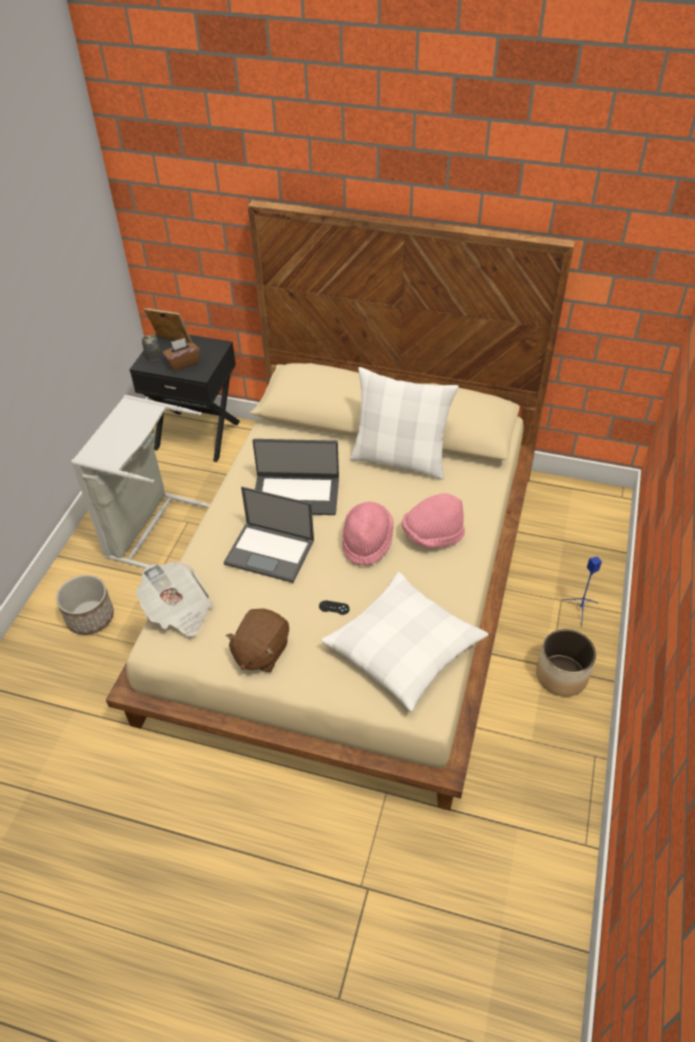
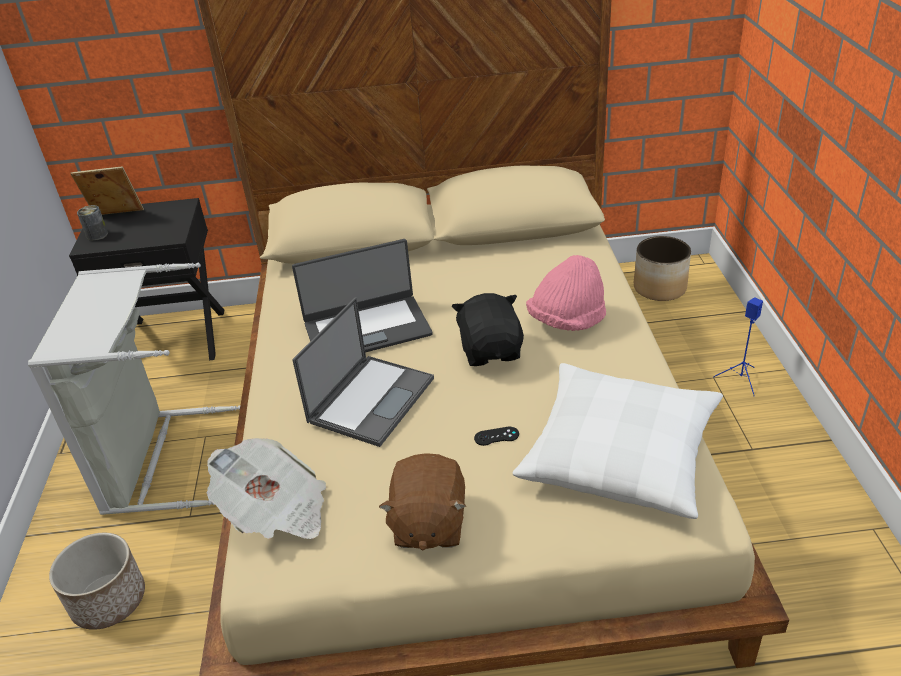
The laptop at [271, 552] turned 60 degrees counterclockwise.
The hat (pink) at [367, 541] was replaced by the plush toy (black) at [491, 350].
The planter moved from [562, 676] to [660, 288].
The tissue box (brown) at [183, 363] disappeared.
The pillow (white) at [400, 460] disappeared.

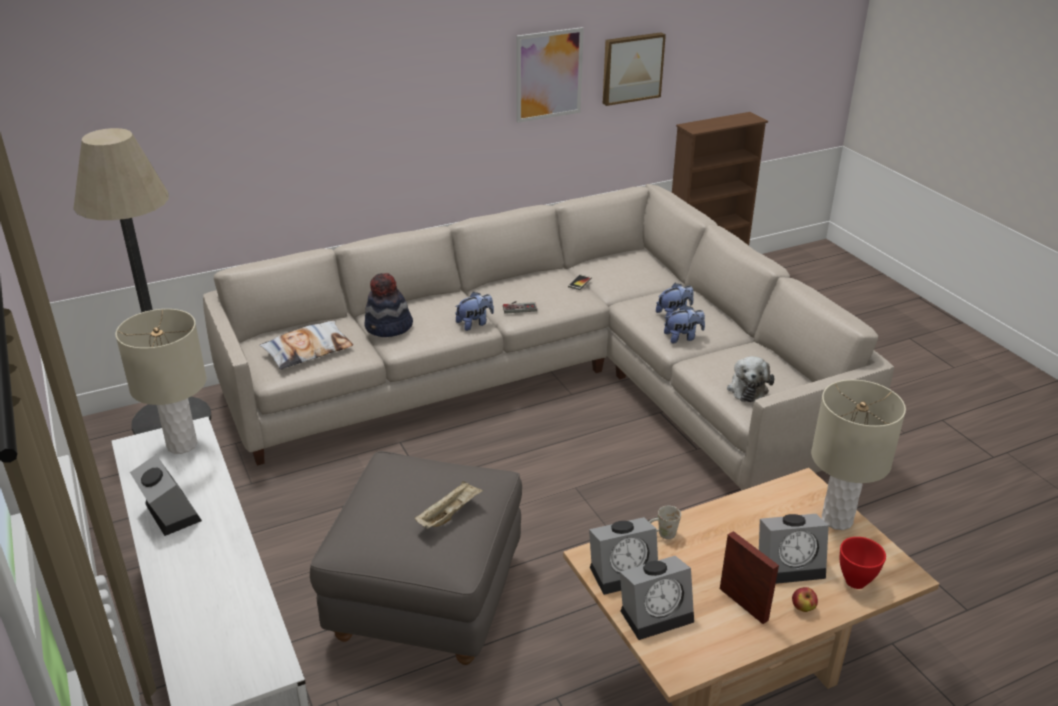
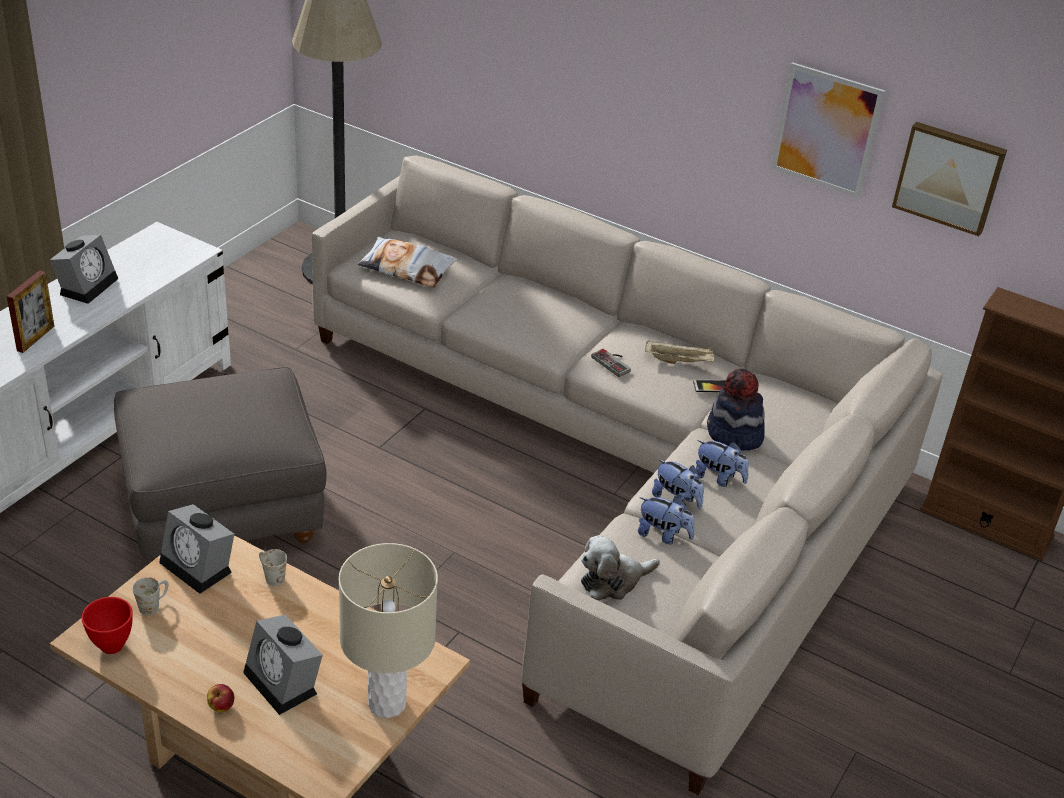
The picture frame moved from [743, 604] to [35, 338].
The bowl (red) moved from [856, 582] to [111, 646].
The alarm clock at [657, 613] was replaced by the mug (white) at [154, 605].
The plush toy moved from [475, 323] to [663, 535].
The tray (beige) moved from [449, 514] to [679, 361].
The hat moved from [388, 327] to [734, 434].
The table lamp (beige) at [181, 445] disappeared.

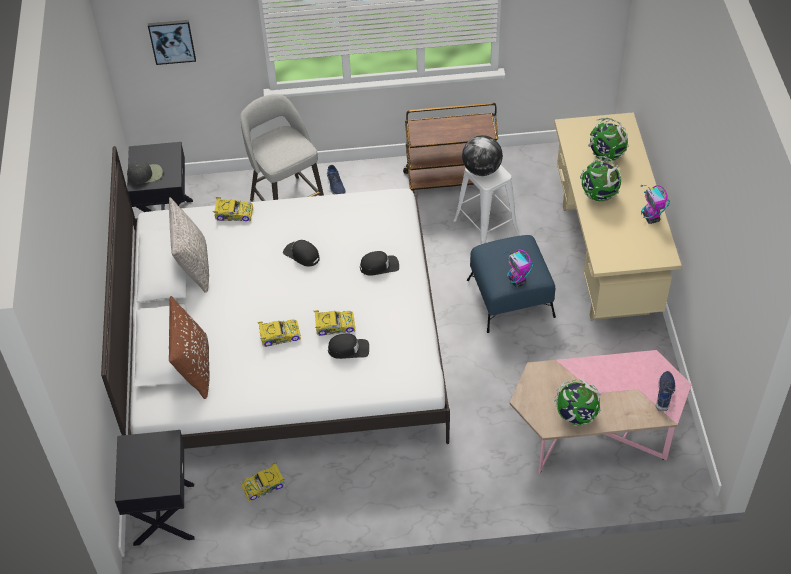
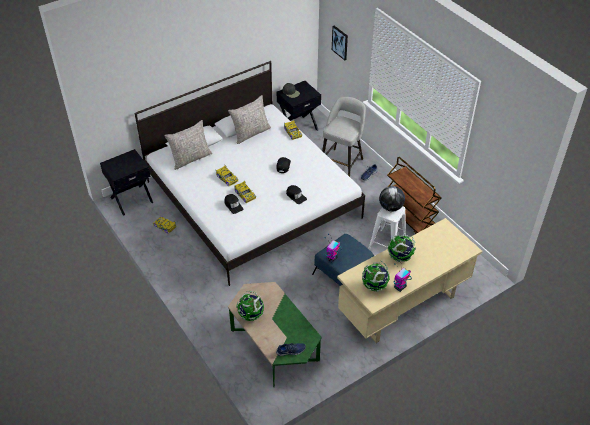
The pillow (brown) at [194, 367] became the pillow (grey) at [190, 158].
The coffee table (pink) at [594, 431] became the coffee table (green) at [274, 346].
The globe moved from [606, 155] to [374, 286].

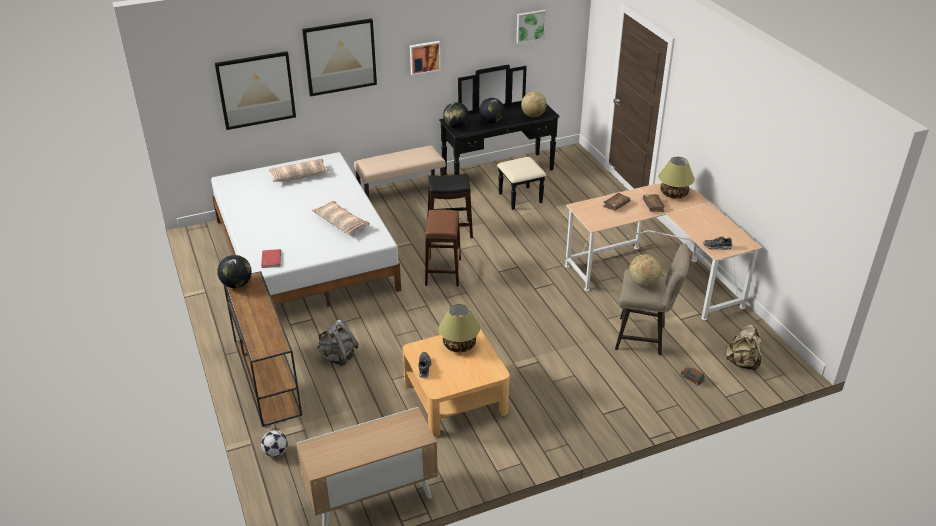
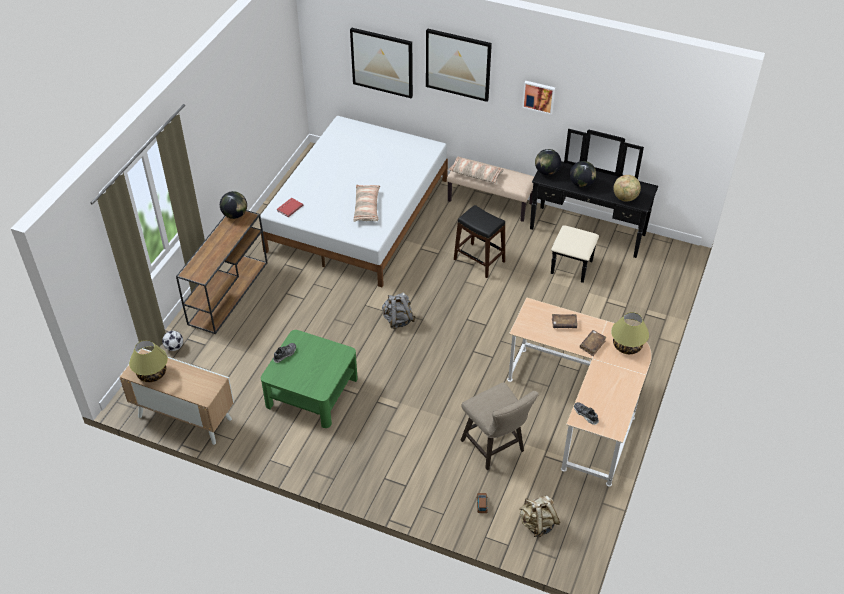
The table lamp moved from [459, 345] to [152, 373].
The coffee table (beige) at [455, 398] became the coffee table (green) at [311, 392].
The backpack (grey) moved from [338, 357] to [398, 320].
The pillow moved from [299, 175] to [475, 174].
The stool (brown) at [443, 272] disappeared.
The picture at [530, 26] disappeared.
The globe at [643, 283] disappeared.

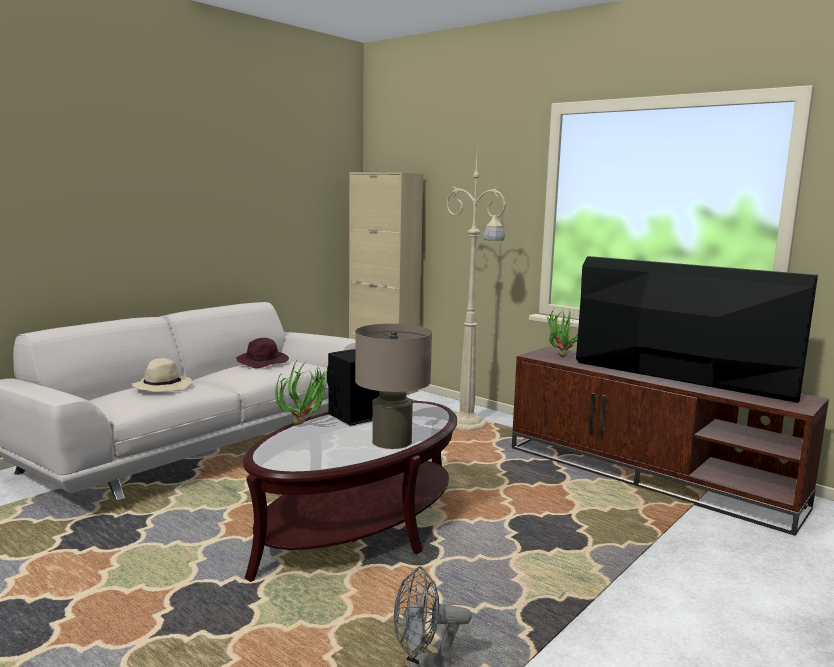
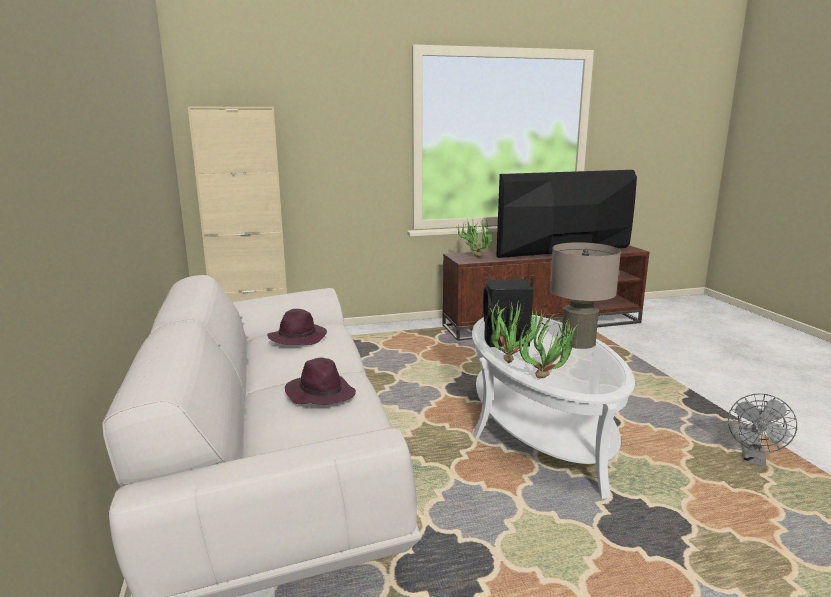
The hat (beige) at [162, 386] became the hat (purple) at [320, 394].
The coffee table (brown) at [359, 526] became the coffee table (white) at [539, 428].
The potted plant at [549, 379] appeared.
The floor lamp (beige) at [468, 425] disappeared.

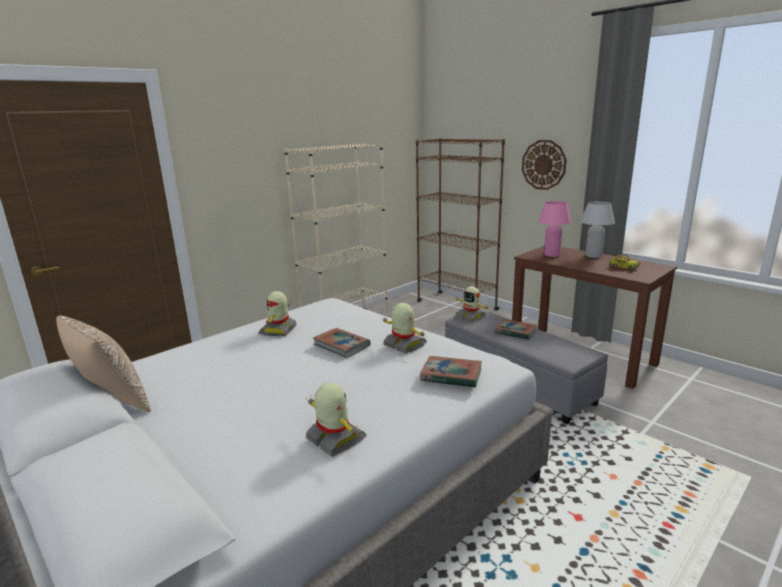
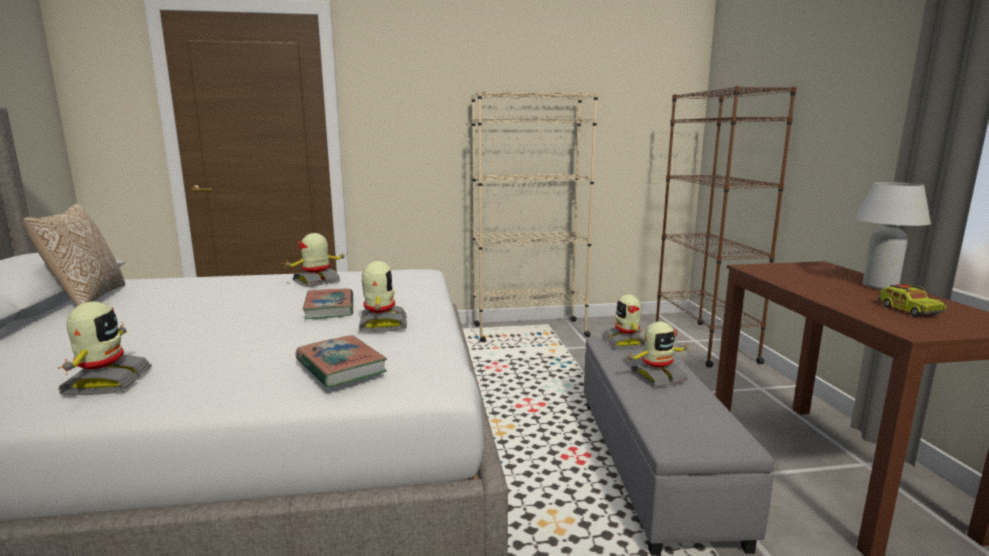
The book at [515, 332] was replaced by the toy robot at [657, 377].
The wall clock at [543, 165] disappeared.
The table lamp (pink) at [551, 255] disappeared.

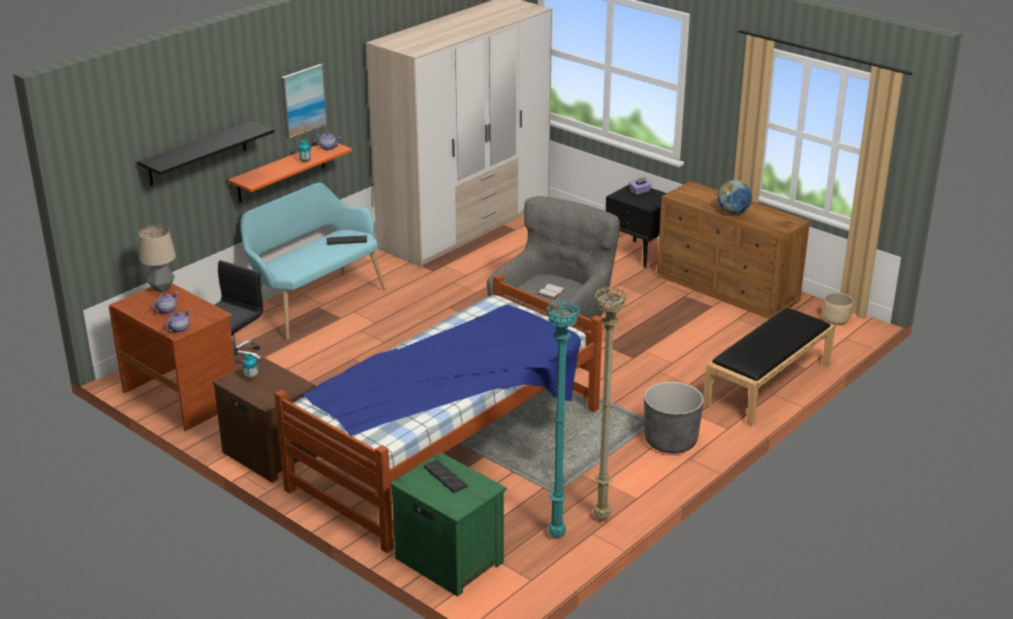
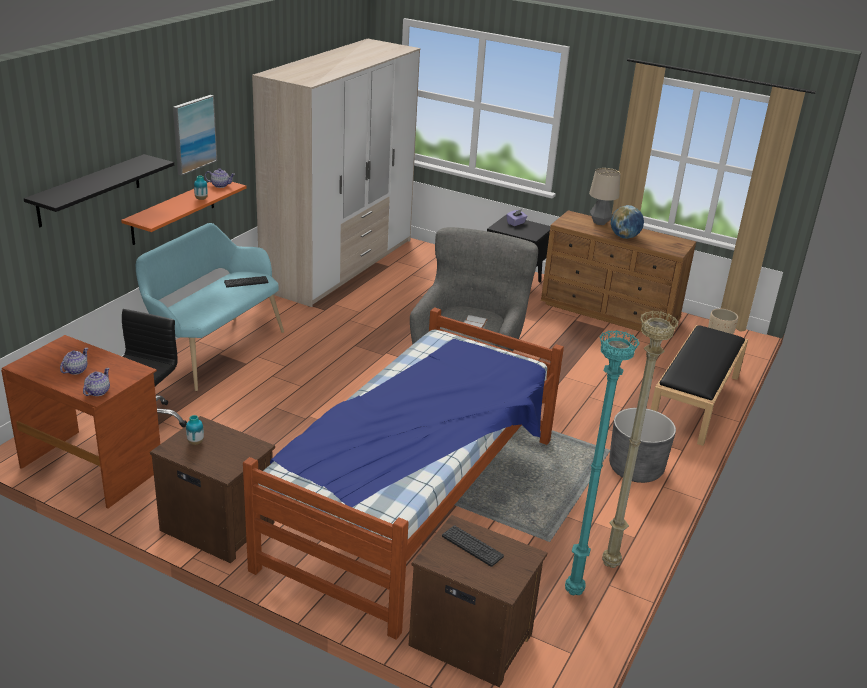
The nightstand (green) at [449, 559] became the nightstand (brown) at [470, 638].
The table lamp moved from [161, 288] to [599, 223].

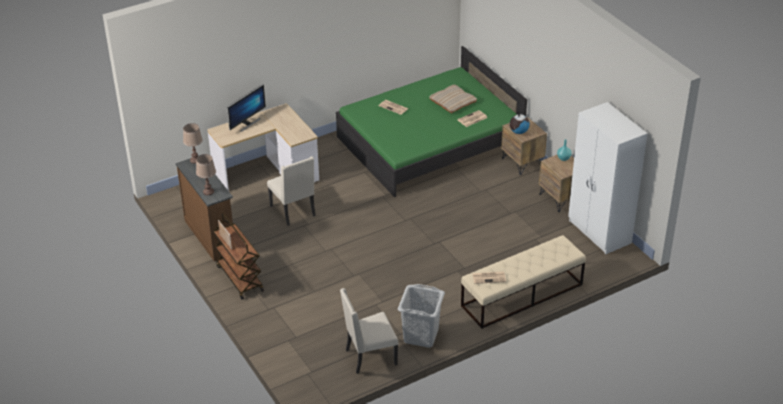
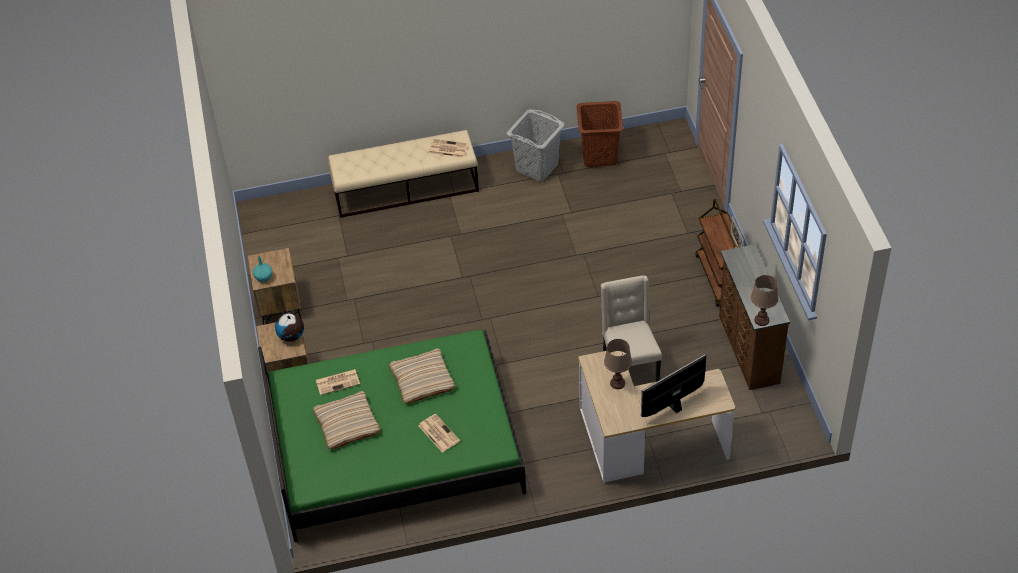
The pillow (beige) at [422, 379] appeared.
The chair (beige) at [369, 357] was replaced by the laundry basket (brown) at [600, 156].
The table lamp (brown) moved from [208, 192] to [617, 383].
The wardrobe (white) at [599, 232] disappeared.

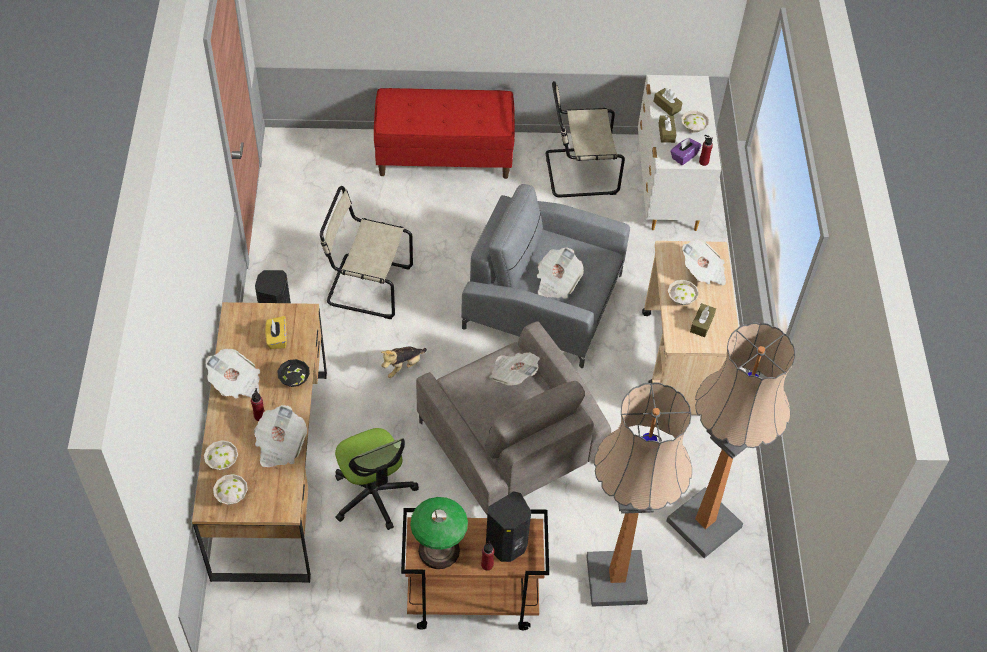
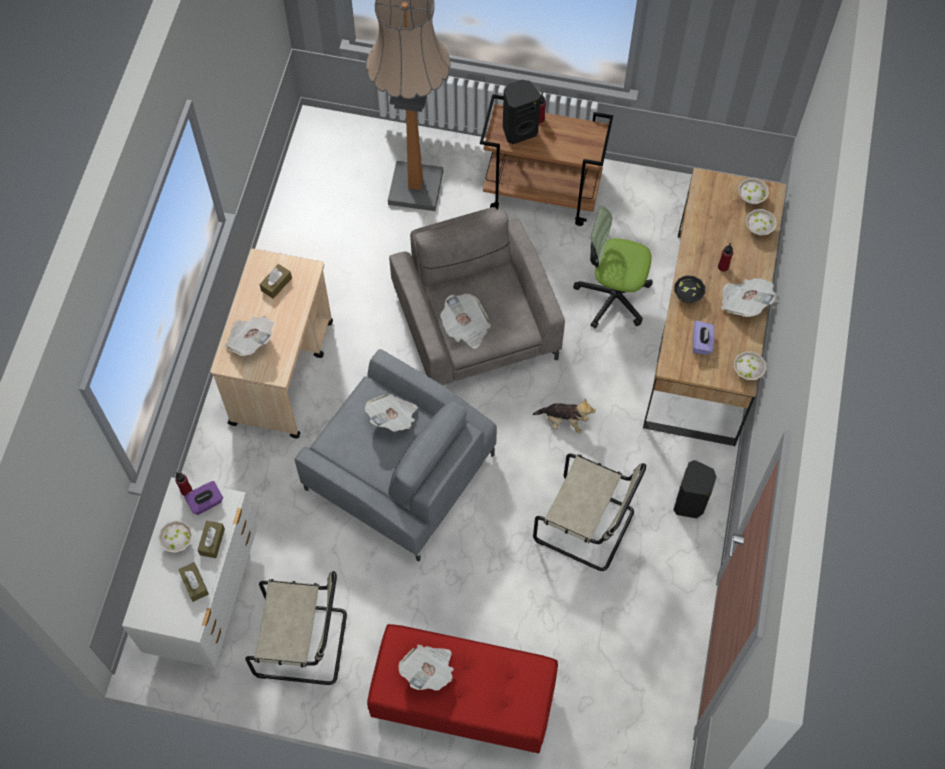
The newspaper moved from [280, 445] to [429, 670].
The plush toy at [402, 366] turned 45 degrees clockwise.
The office chair at [373, 494] turned 60 degrees counterclockwise.
The tissue box (yellow) at [277, 339] became the tissue box (purple) at [701, 343].
The bowl (white) moved from [681, 301] to [747, 371].
The table lamp at [438, 550] disappeared.
The floor lamp at [704, 524] disappeared.

